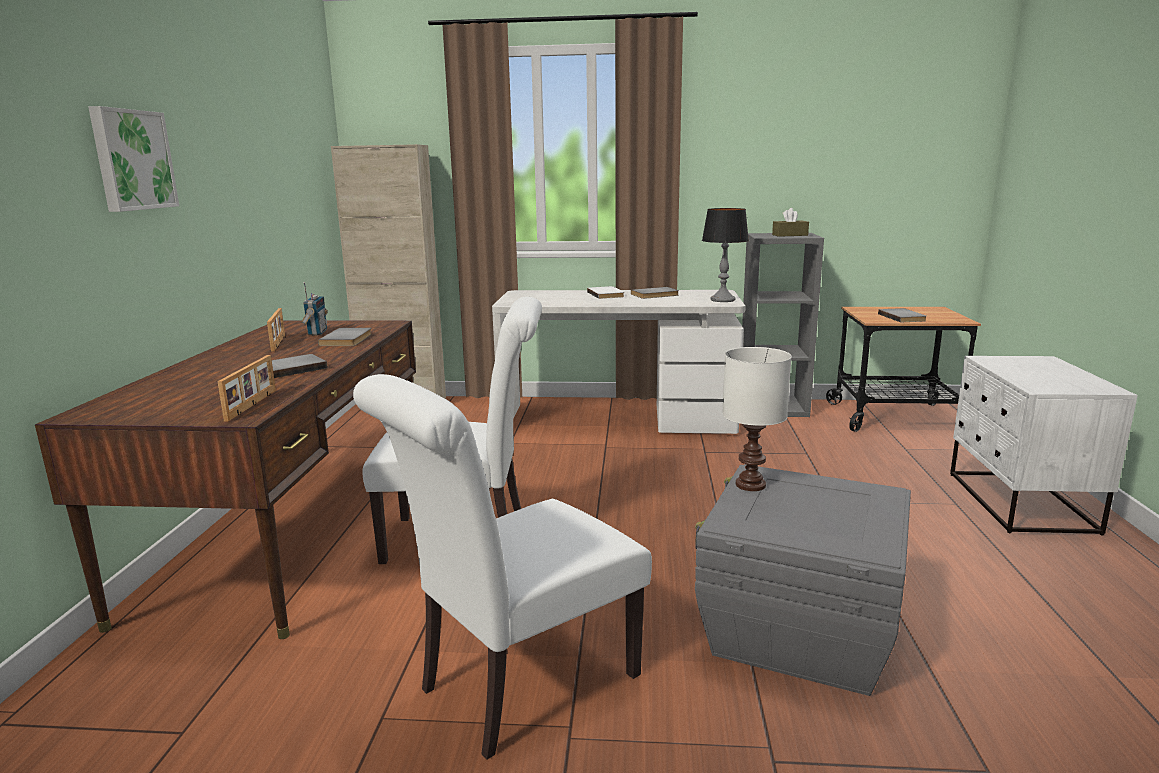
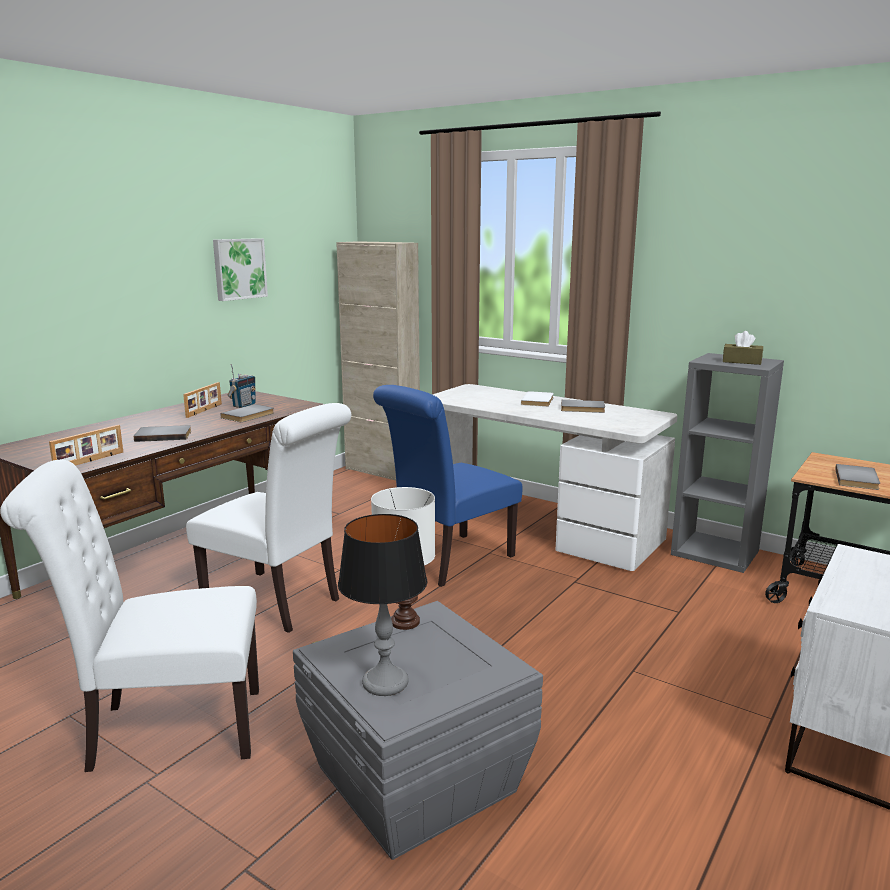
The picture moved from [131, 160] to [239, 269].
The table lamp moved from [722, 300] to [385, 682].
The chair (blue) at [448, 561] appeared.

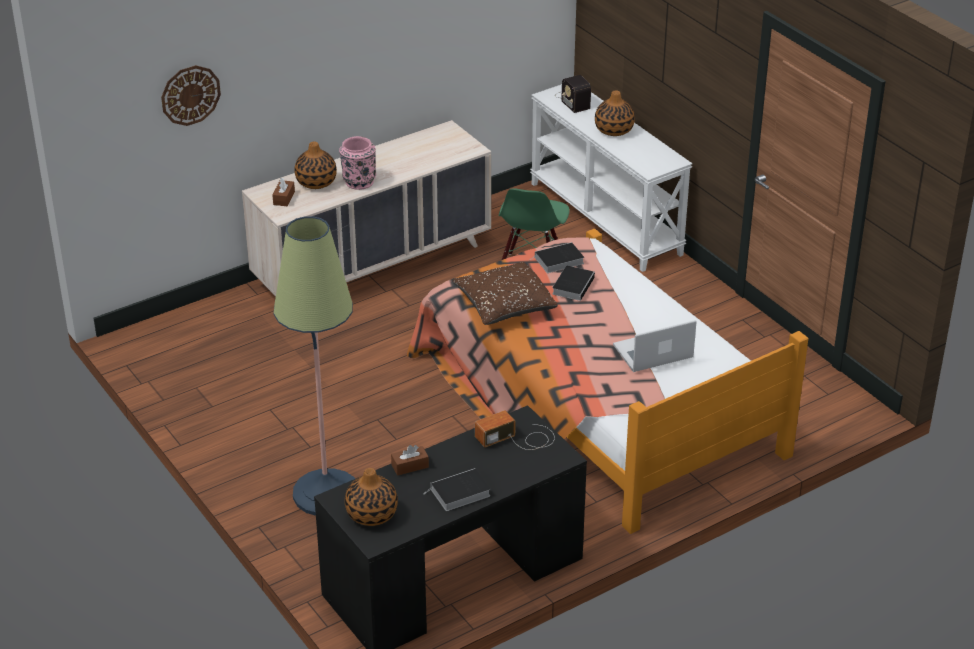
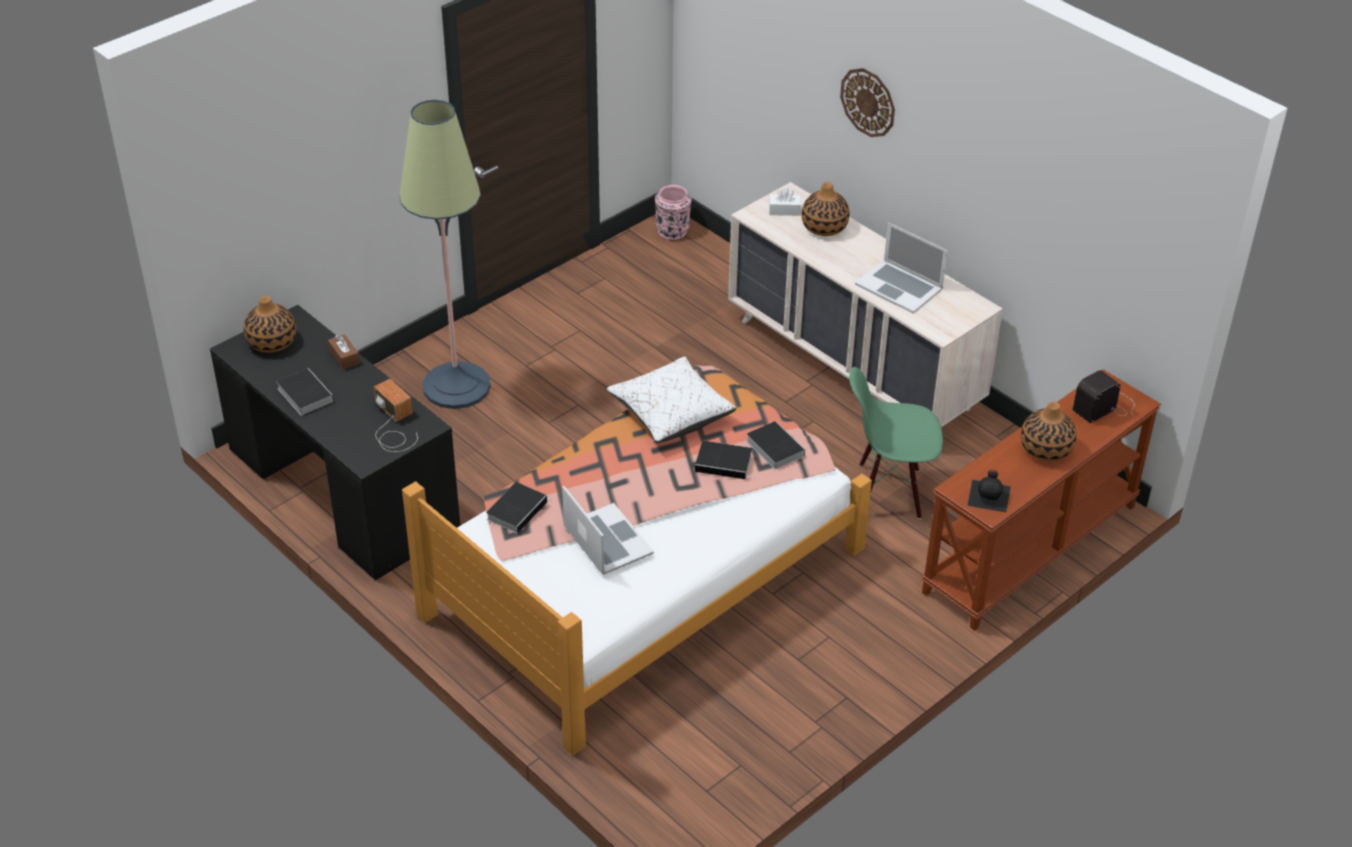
The book at [517, 509] appeared.
The pillow (brown) at [504, 306] became the pillow (white) at [671, 413].
The vase (pink) moved from [358, 182] to [672, 231].
The tissue box (brown) at [284, 198] became the tissue box (white) at [784, 210].
The wall clock moved from [190, 95] to [868, 102].
The laptop at [899, 286] appeared.
The console table (white) at [606, 218] became the console table (brown) at [1031, 550].
The bottle (black) at [989, 495] appeared.

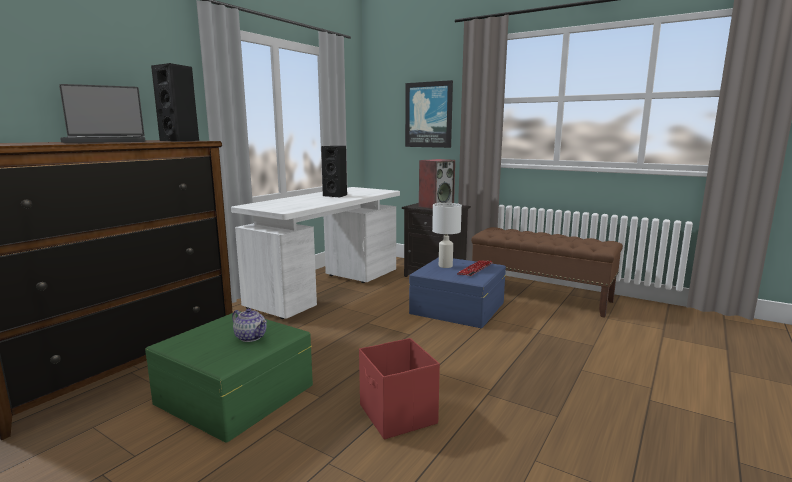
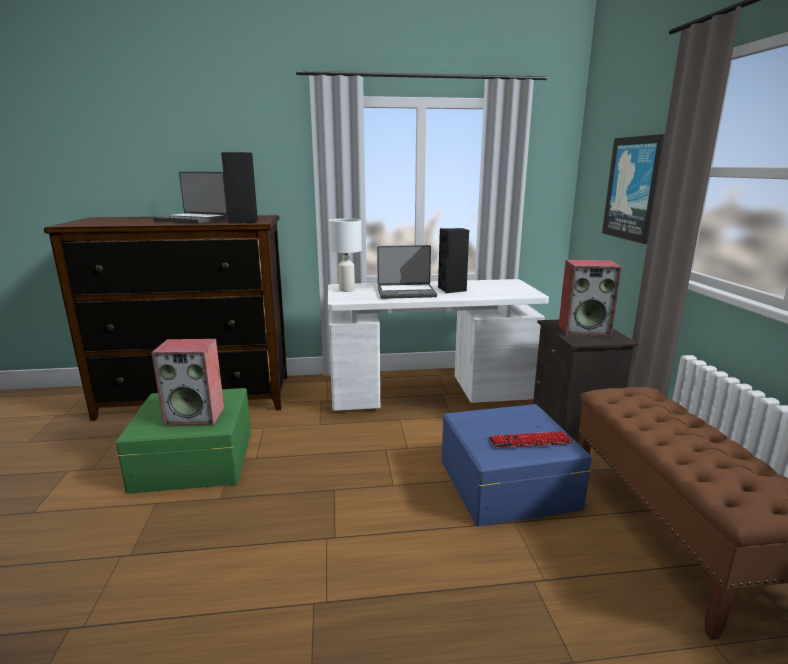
The teapot at [250, 337] was replaced by the speaker at [196, 416].
The table lamp (white) moved from [445, 266] to [346, 290].
The laptop at [406, 292] appeared.
The storage box (red) at [397, 415] disappeared.

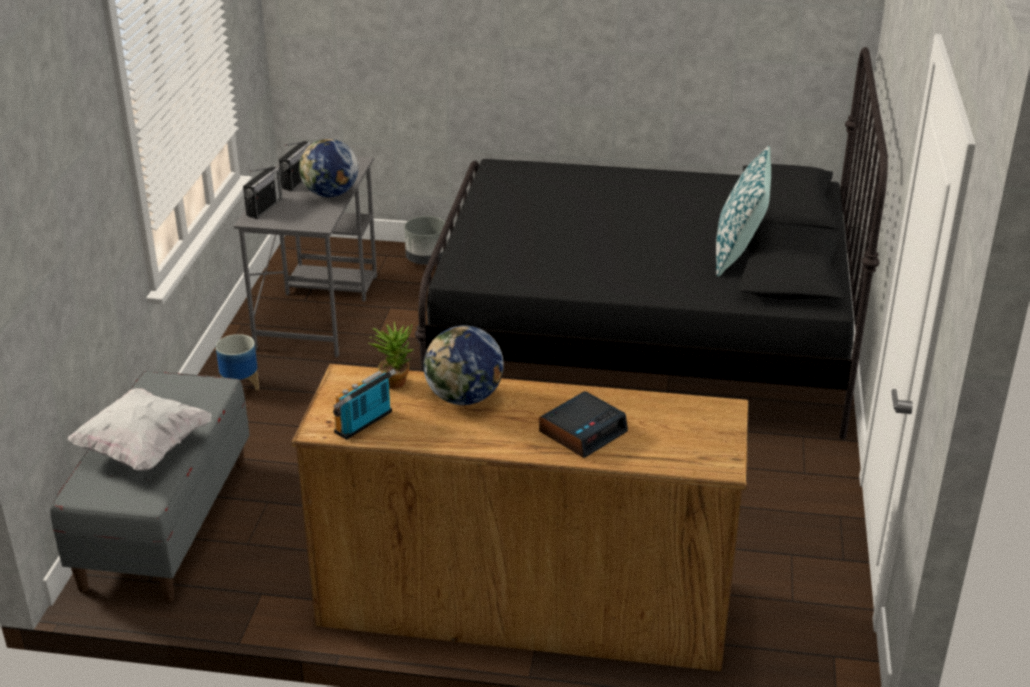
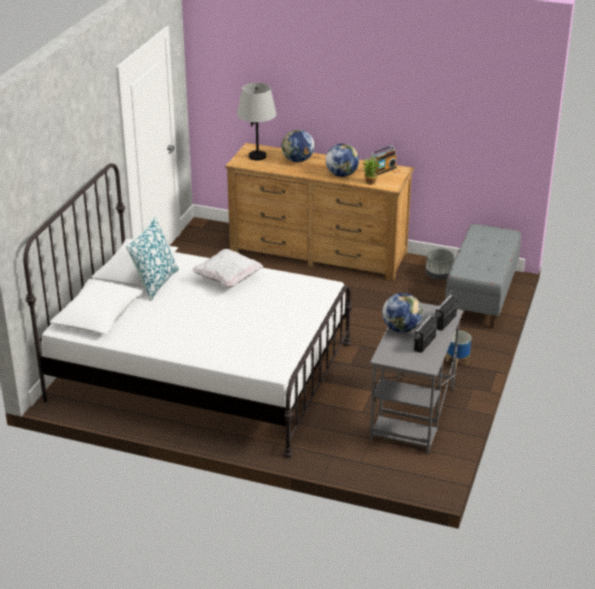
The bed (black) at [642, 336] became the bed (white) at [201, 371].
The pillow (white) moved from [144, 449] to [228, 279].
The table lamp (grey) at [257, 156] appeared.
The alarm clock at [583, 431] was replaced by the globe at [297, 160].
The planter (grey) moved from [427, 259] to [438, 276].

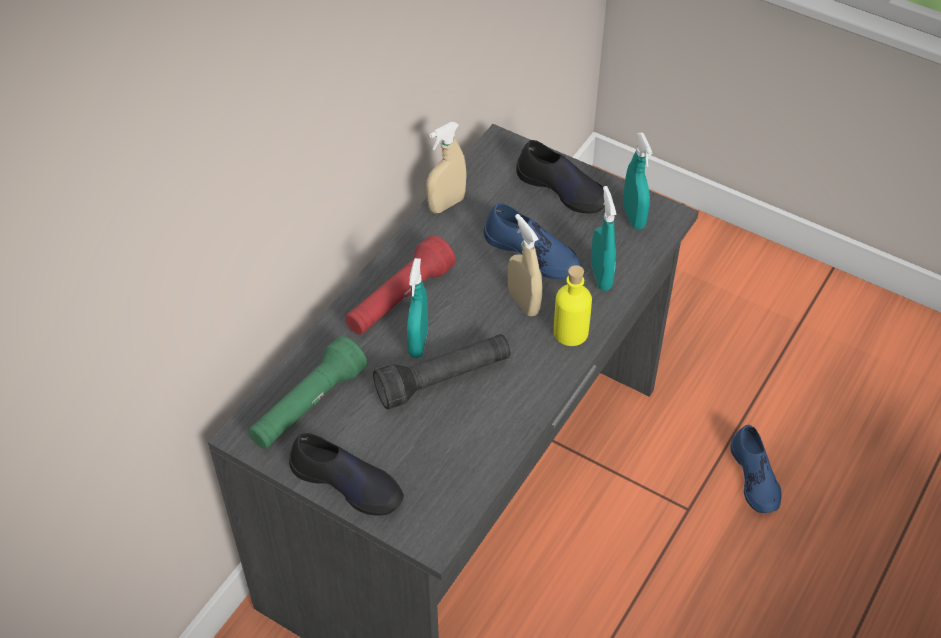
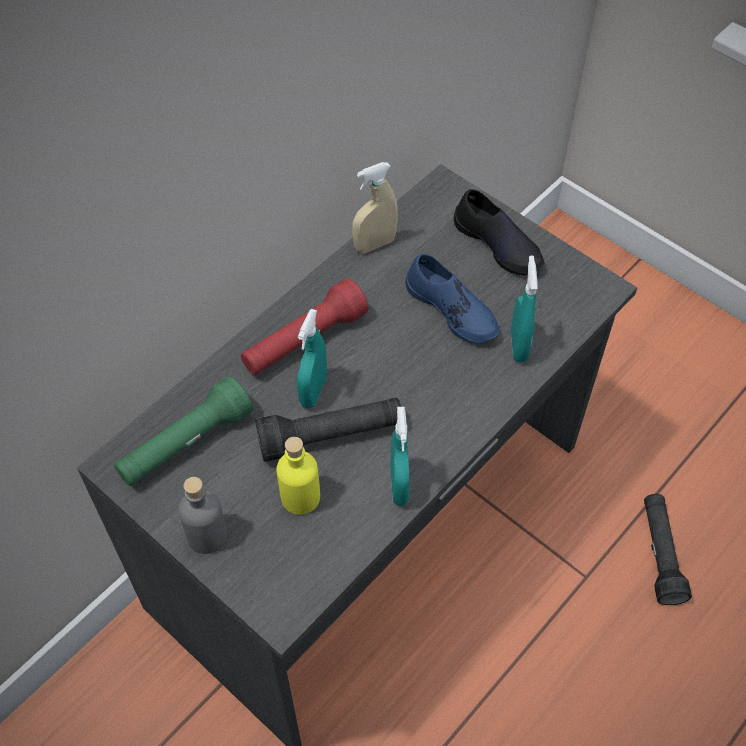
The shoe (black) at [348, 482] was replaced by the bottle (grey) at [207, 535].
The bottle (yellow) moved from [570, 332] to [300, 497].
The spray bottle (turquoise) moved from [633, 217] to [399, 486].
The shoe (blue) at [755, 477] was replaced by the flashlight (black) at [660, 554].
The spray bottle (beige) at [523, 303] disappeared.

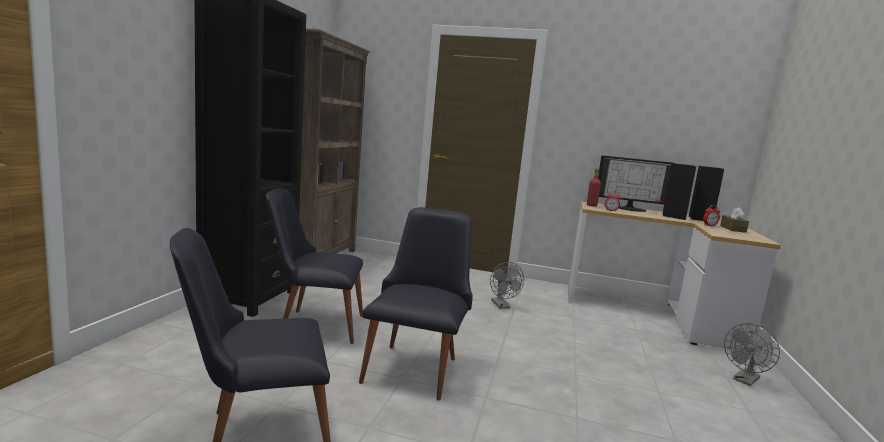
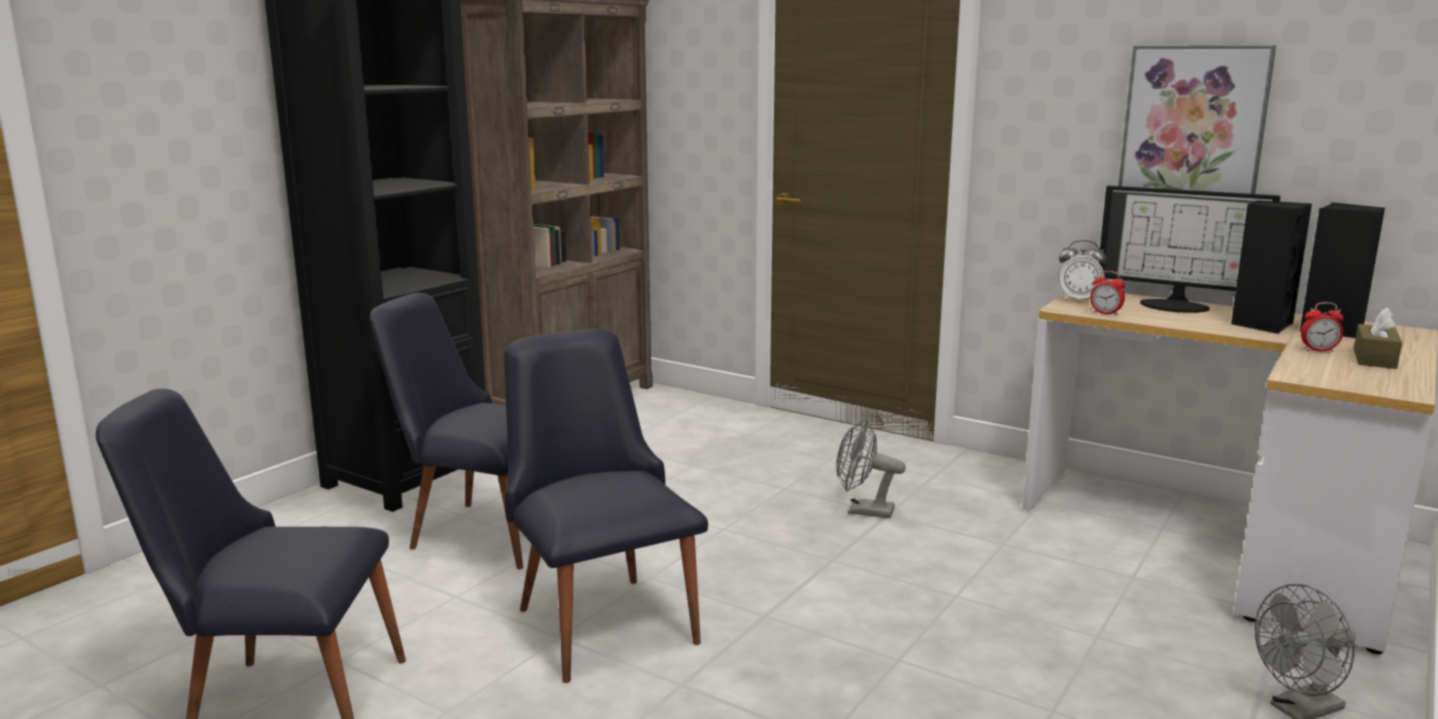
The chair (black) at [416, 365] turned 60 degrees counterclockwise.
The fan (grey) at [502, 306] turned 105 degrees clockwise.
The bottle (red) at [591, 205] was replaced by the alarm clock at [1078, 300].
The picture at [1193, 126] appeared.

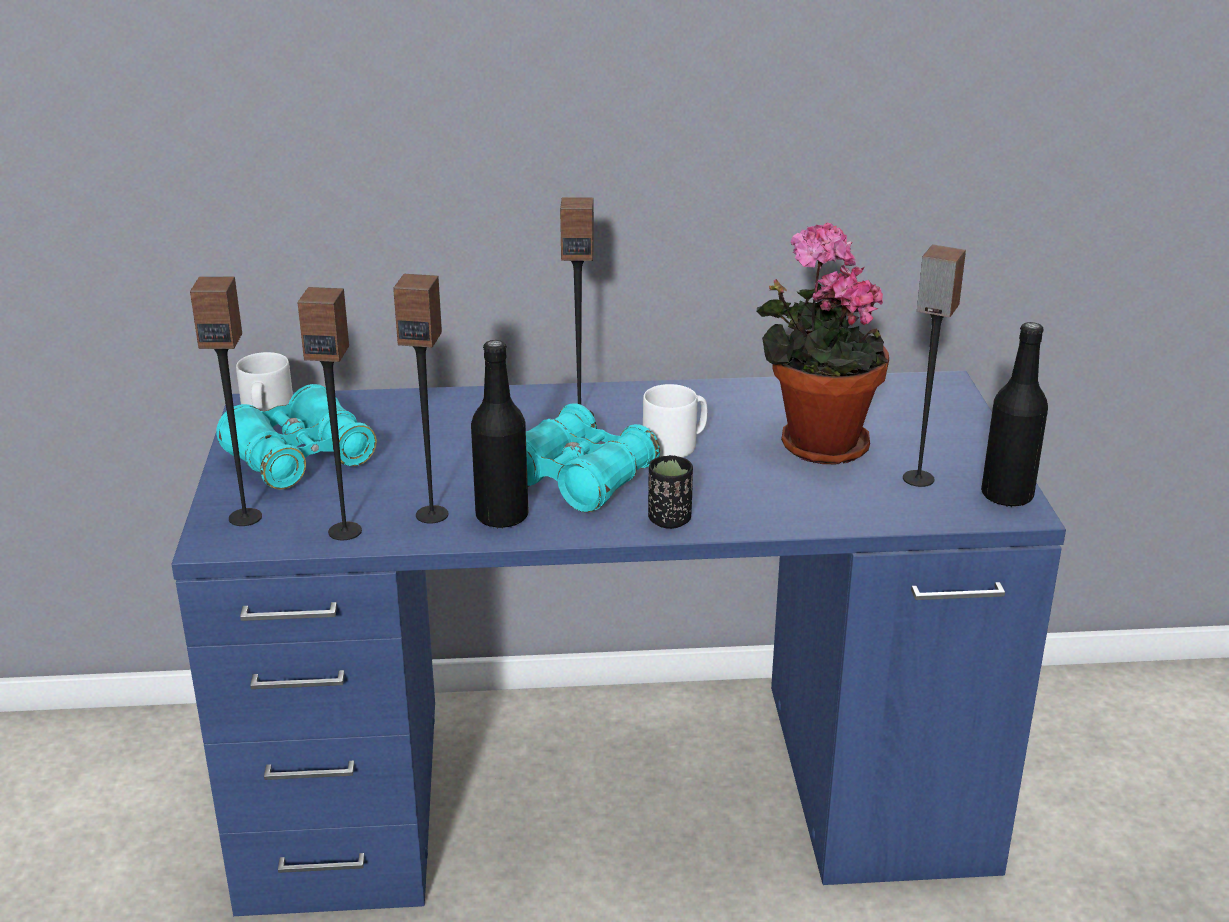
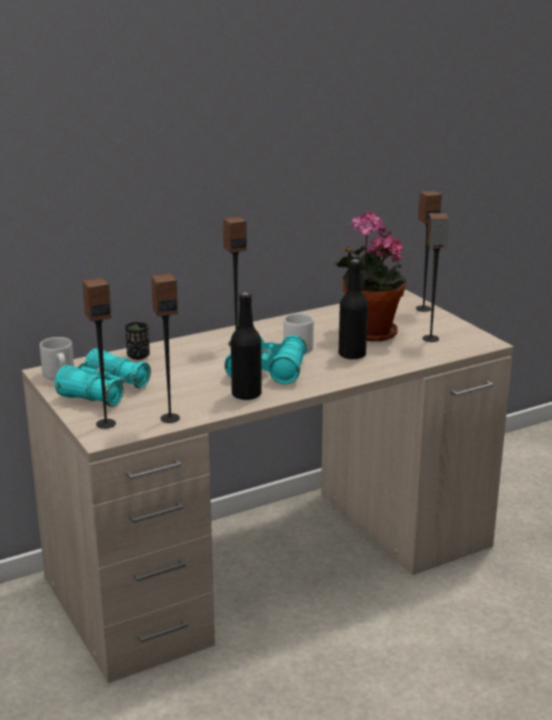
The desk (blue) at [616, 789] became the desk (beige) at [276, 562].
The cup (black) moved from [669, 520] to [138, 356].
The bottle (black) moved from [1007, 496] to [352, 355].
The speaker moved from [432, 514] to [423, 308].

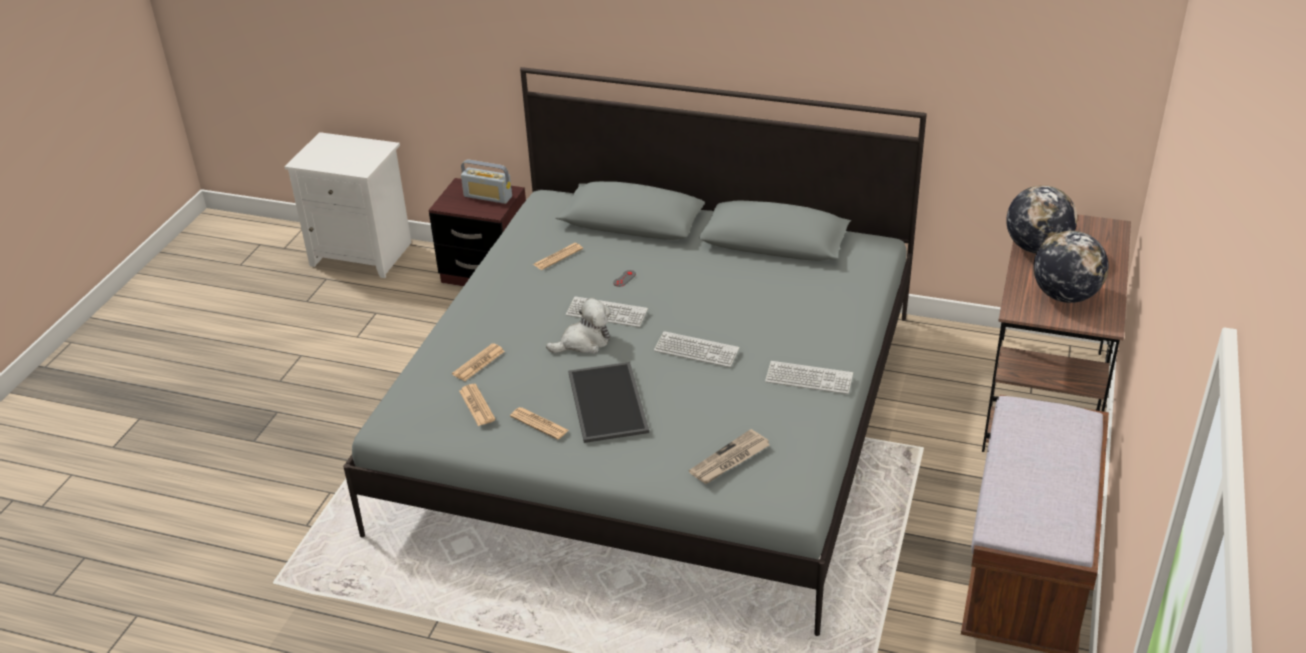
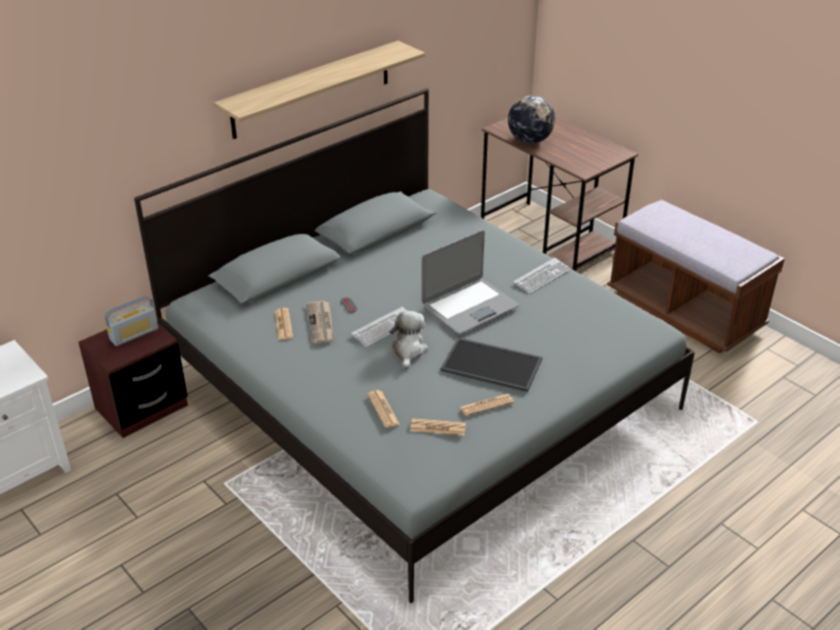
The shelf at [312, 89] appeared.
The newspaper moved from [730, 460] to [321, 323].
The keyboard at [696, 351] was replaced by the laptop at [469, 307].
The globe at [1065, 296] disappeared.

